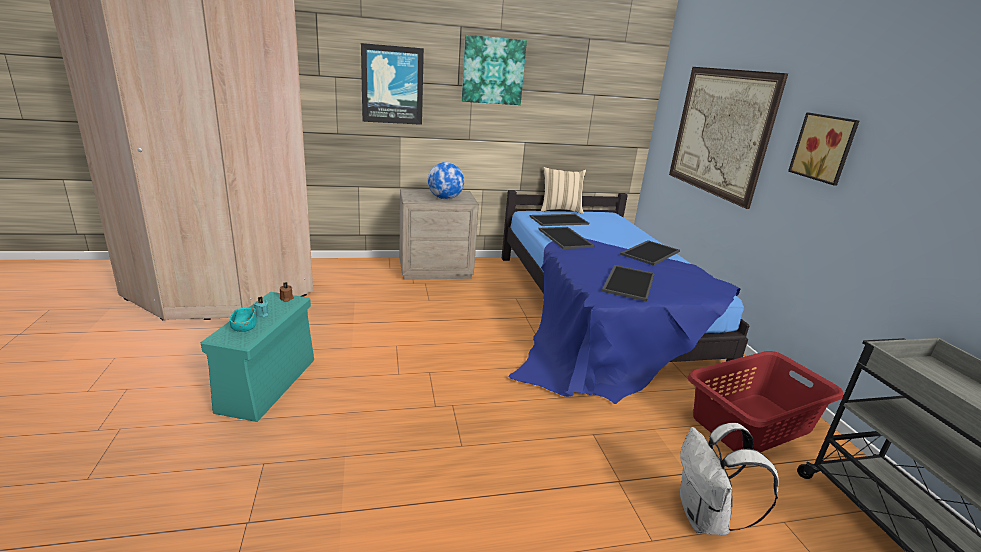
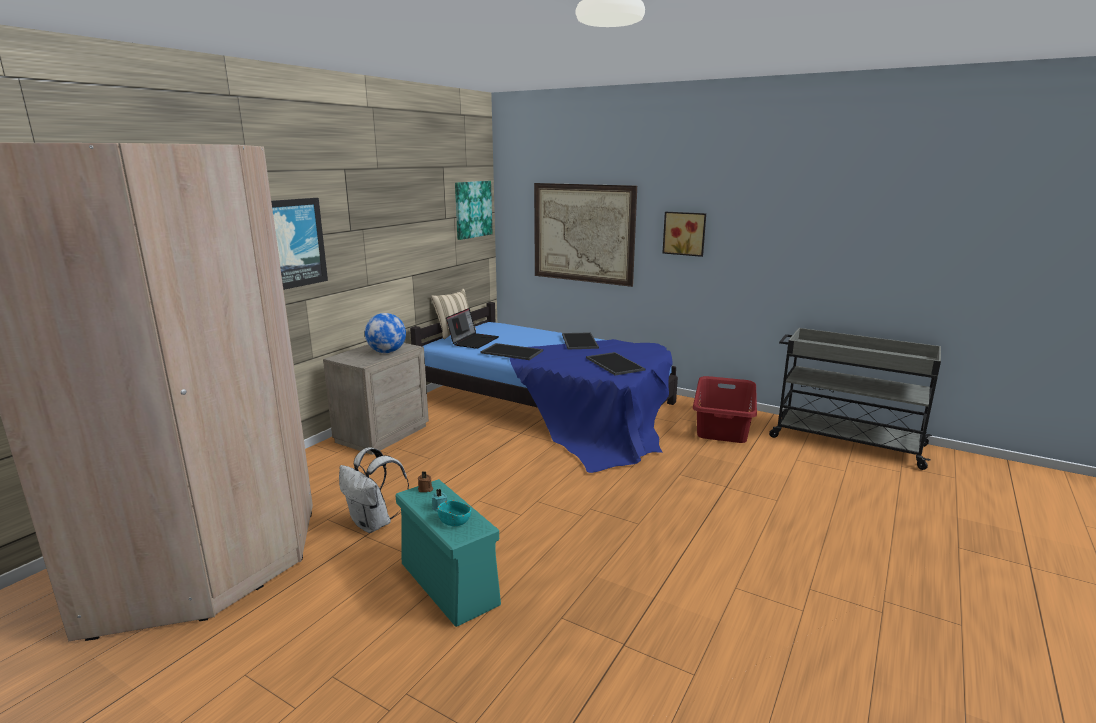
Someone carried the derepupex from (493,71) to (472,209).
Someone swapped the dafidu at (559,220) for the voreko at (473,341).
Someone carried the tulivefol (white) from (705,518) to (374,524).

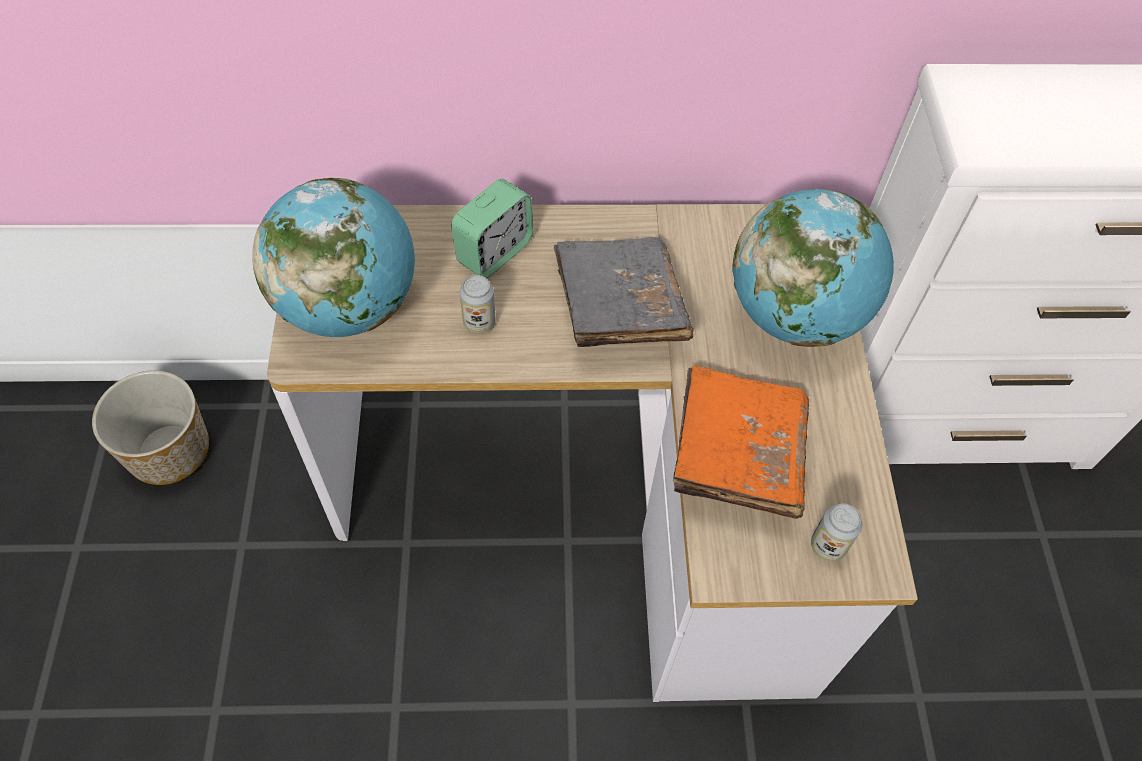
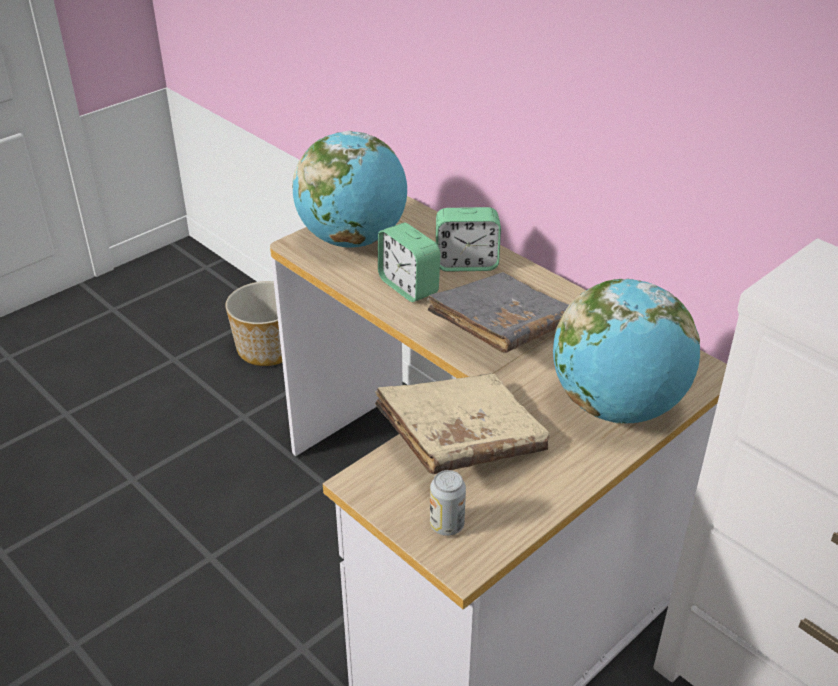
Someone swapped the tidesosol at (479,322) for the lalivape at (408,286).
Someone repainted the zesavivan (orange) at (736,454), which became the zesavivan (beige) at (461,440).

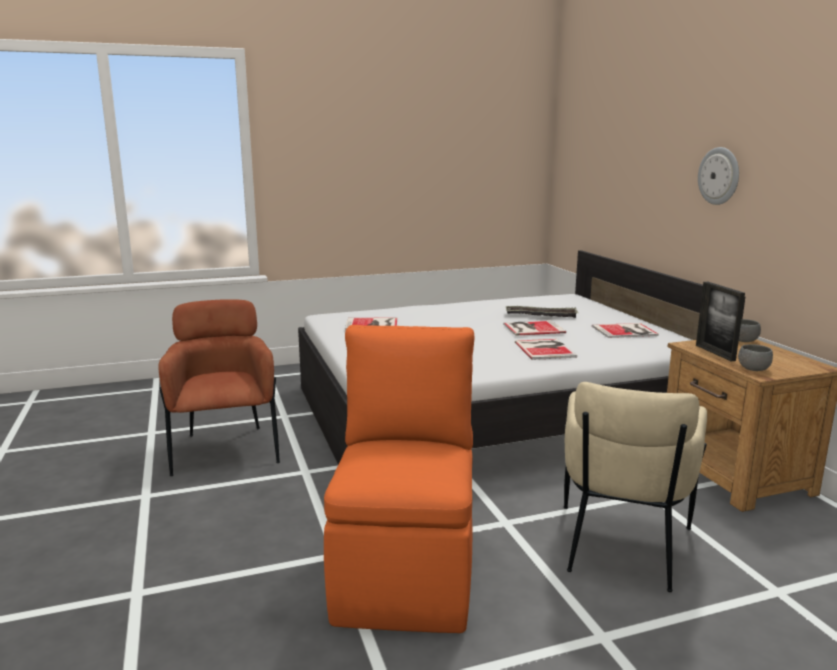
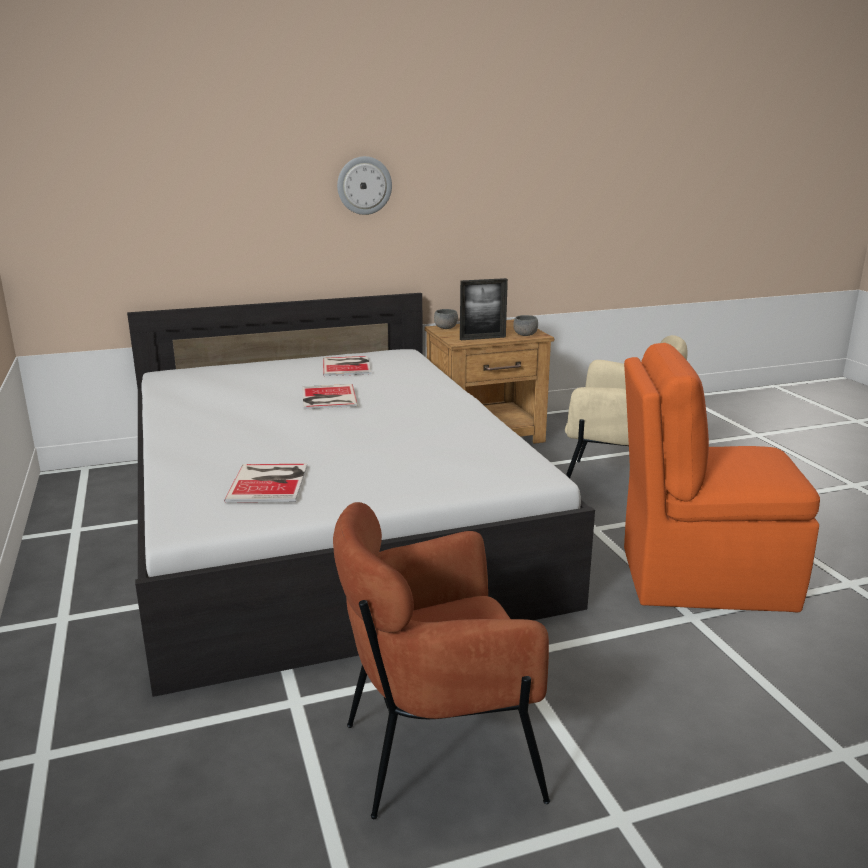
Someone took away the dafidu at (541,315).
Someone took away the zesavivan at (545,349).

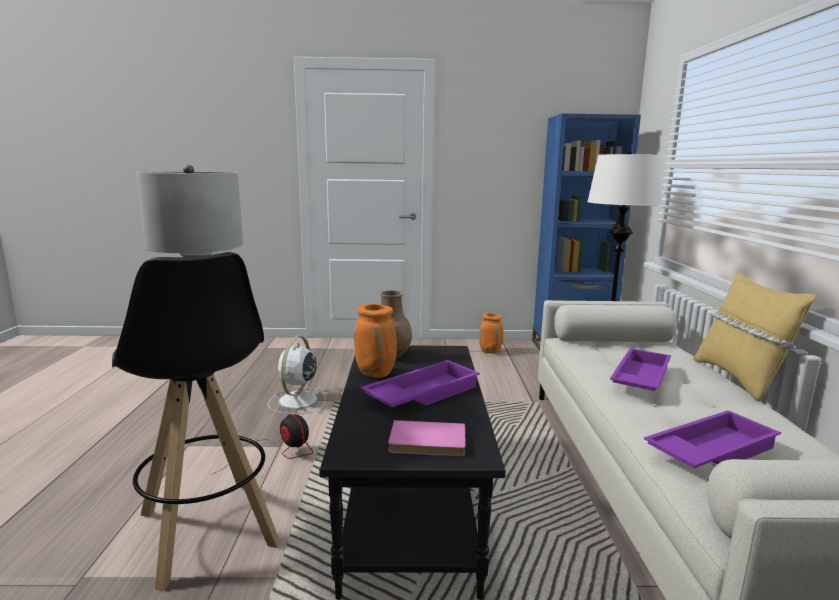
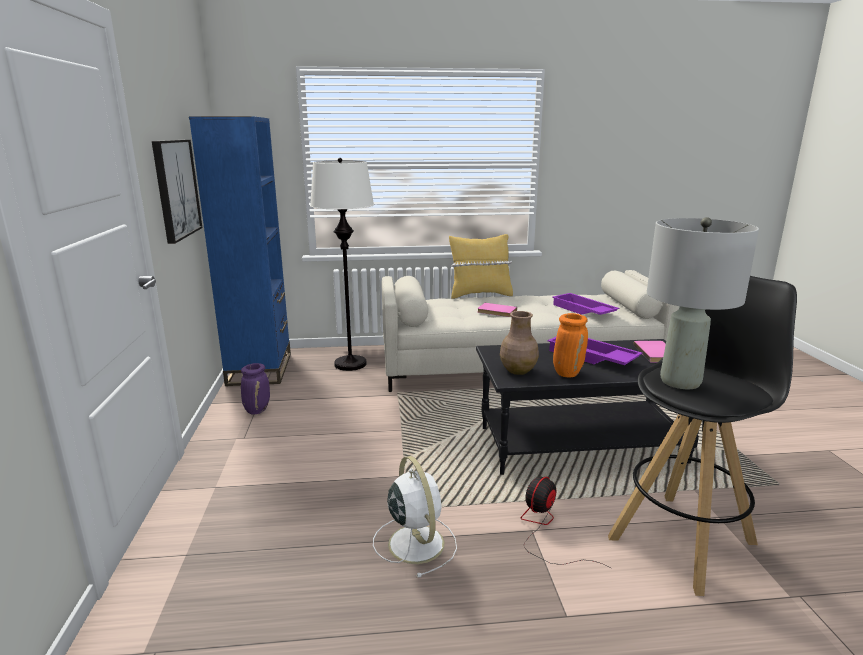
Someone rotated the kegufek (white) at (297,401) by 120 degrees counterclockwise.
Someone repainted the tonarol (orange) at (490,352), which became the tonarol (purple) at (257,410).
Someone swapped the dafidu (purple) at (639,378) for the zesavivan (pink) at (496,312).
Someone put up the derepupex at (176,189).

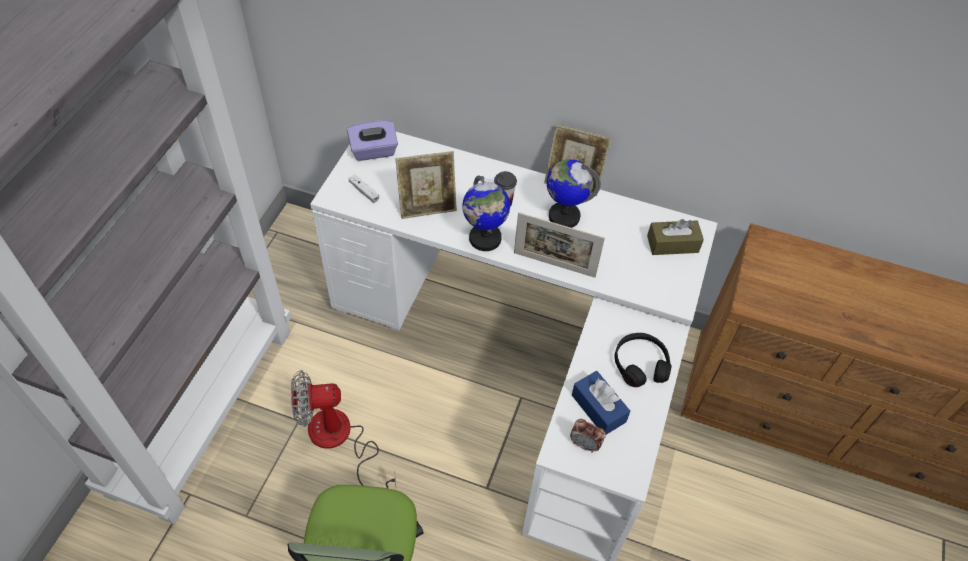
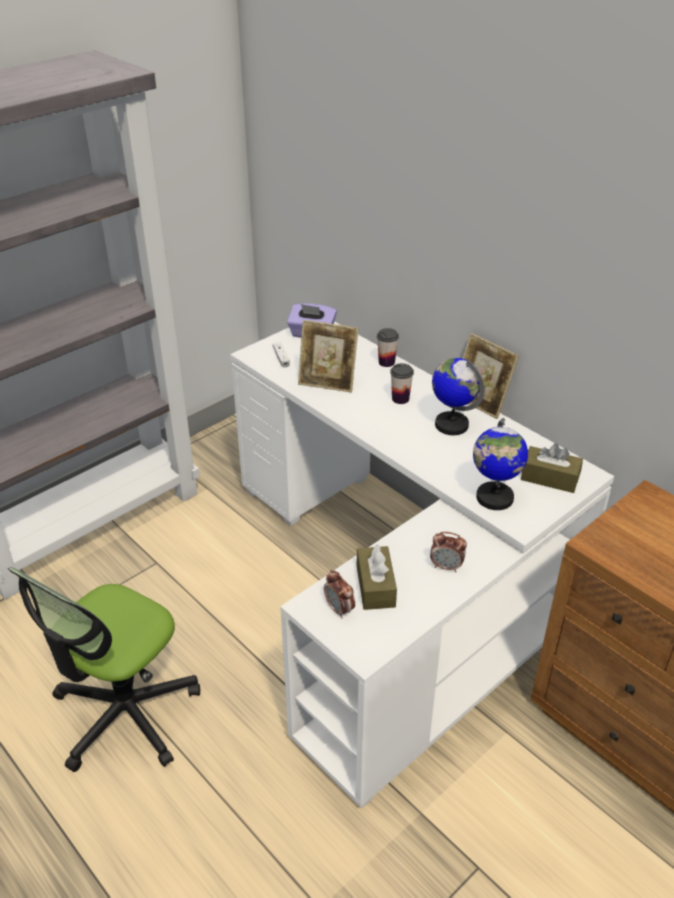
Someone took away the kegufek at (340,440).
Someone carried the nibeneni from (485,239) to (494,498).
Someone took away the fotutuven at (554,265).
Someone repainted the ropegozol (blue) at (598,408), which became the ropegozol (brown) at (375,586).
Someone swapped the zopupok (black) at (640,364) for the lalivape at (446,566).
Someone put down the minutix at (386,362).

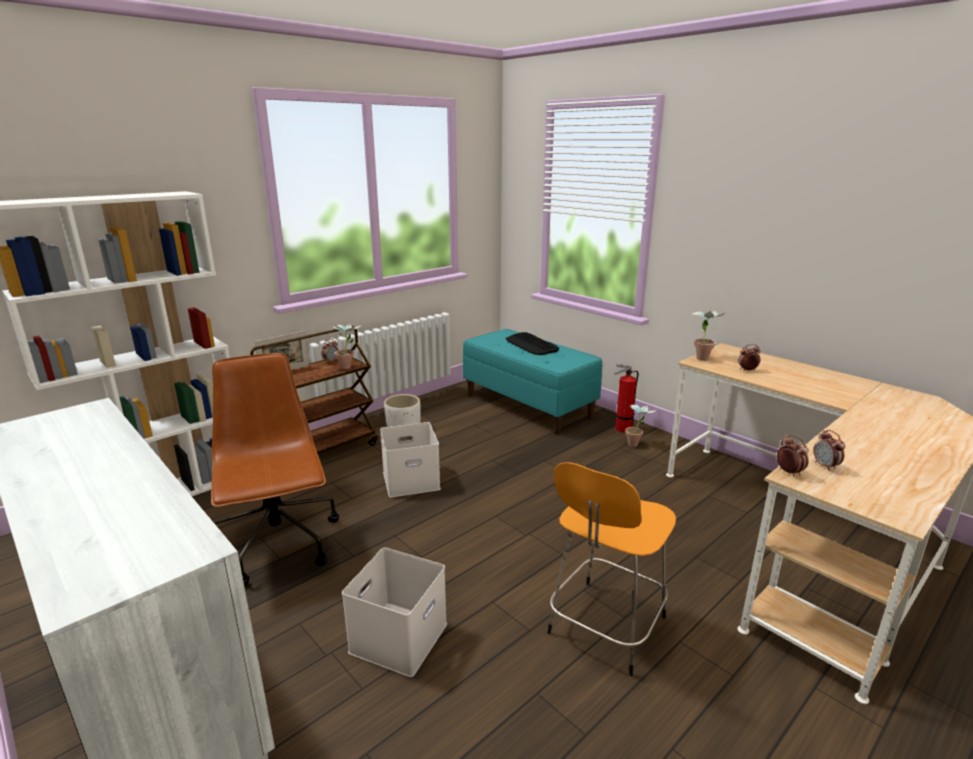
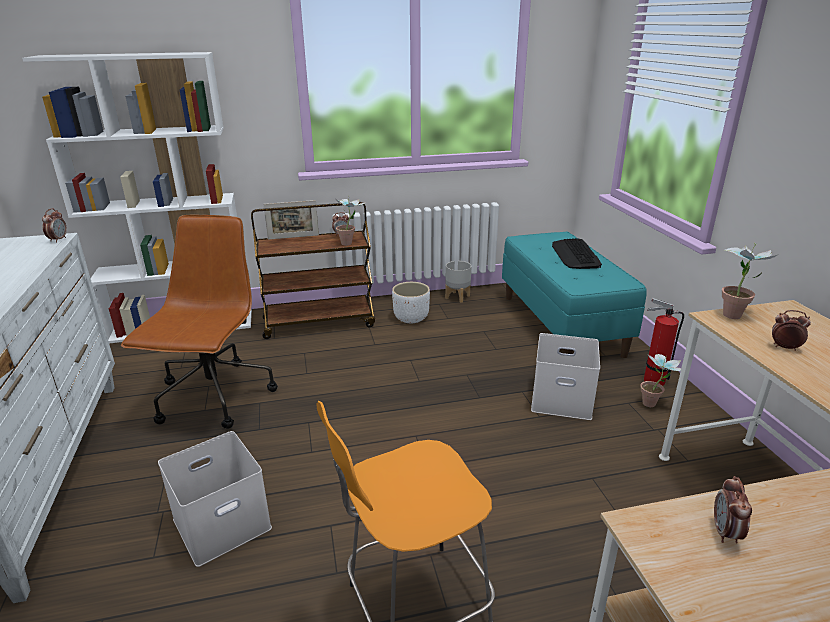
Someone carried the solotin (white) from (412,479) to (563,398).
Someone carried the lalivape from (789,472) to (58,240).
Someone put down the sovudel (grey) at (457,297).

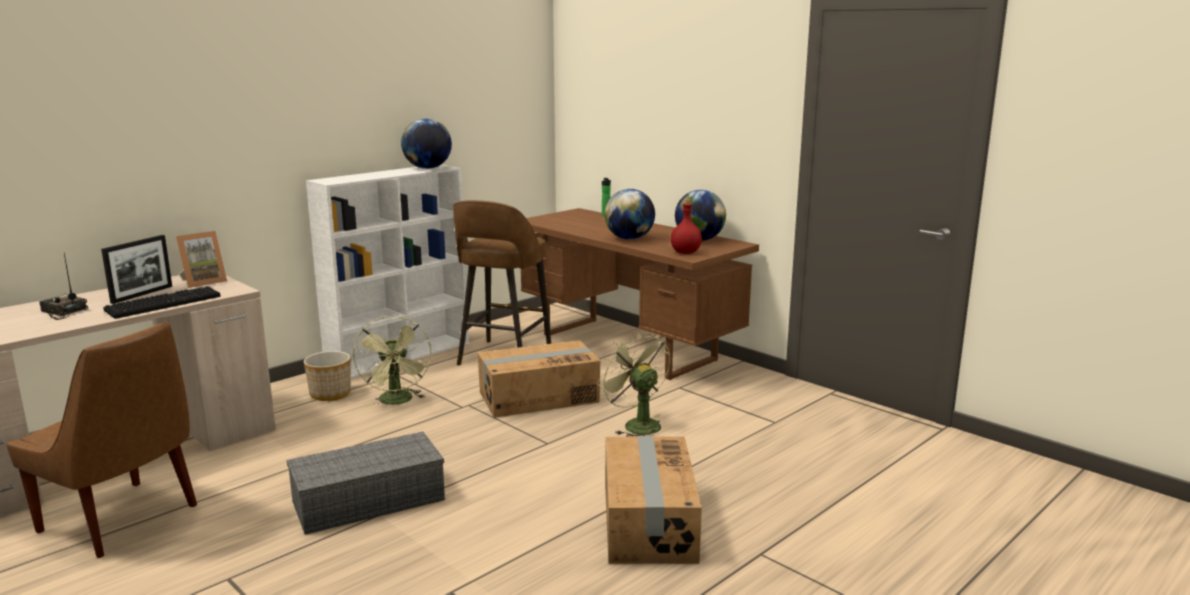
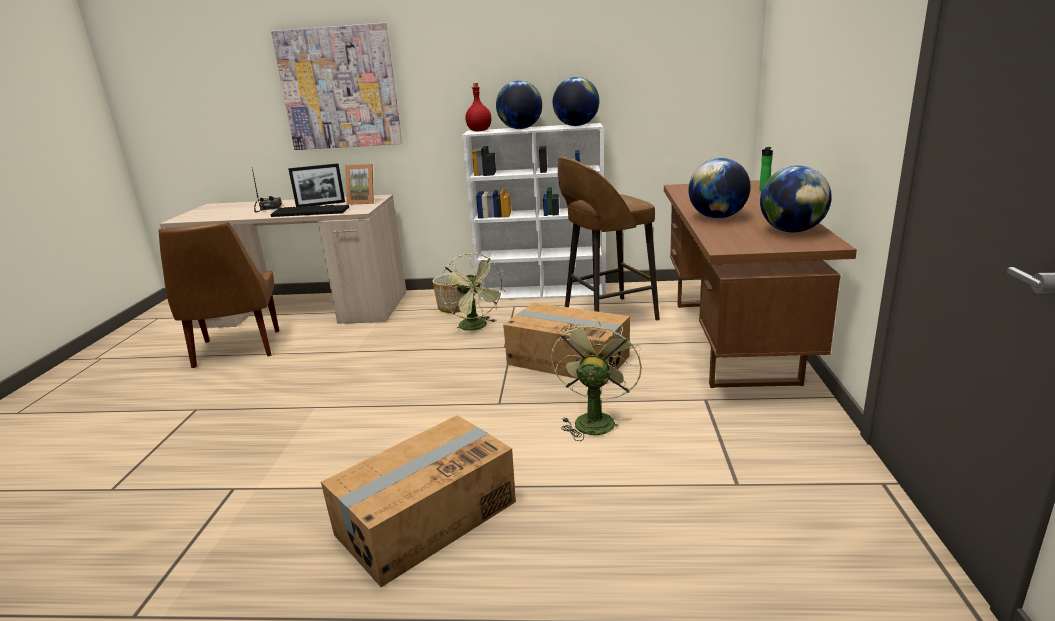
Someone took away the solotin (grey) at (370,499).
Someone rotated the kegufek (green) at (397,401) by 60 degrees counterclockwise.
Someone carried the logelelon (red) from (686,252) to (479,131).
Someone put up the derepupex at (339,88).
Someone put down the nibeneni at (520,129).

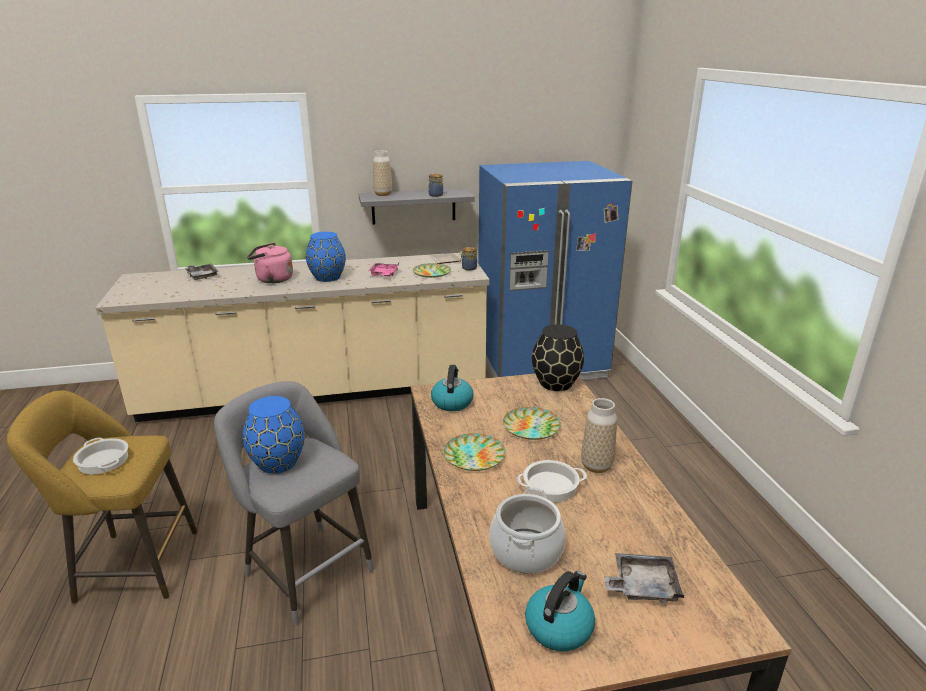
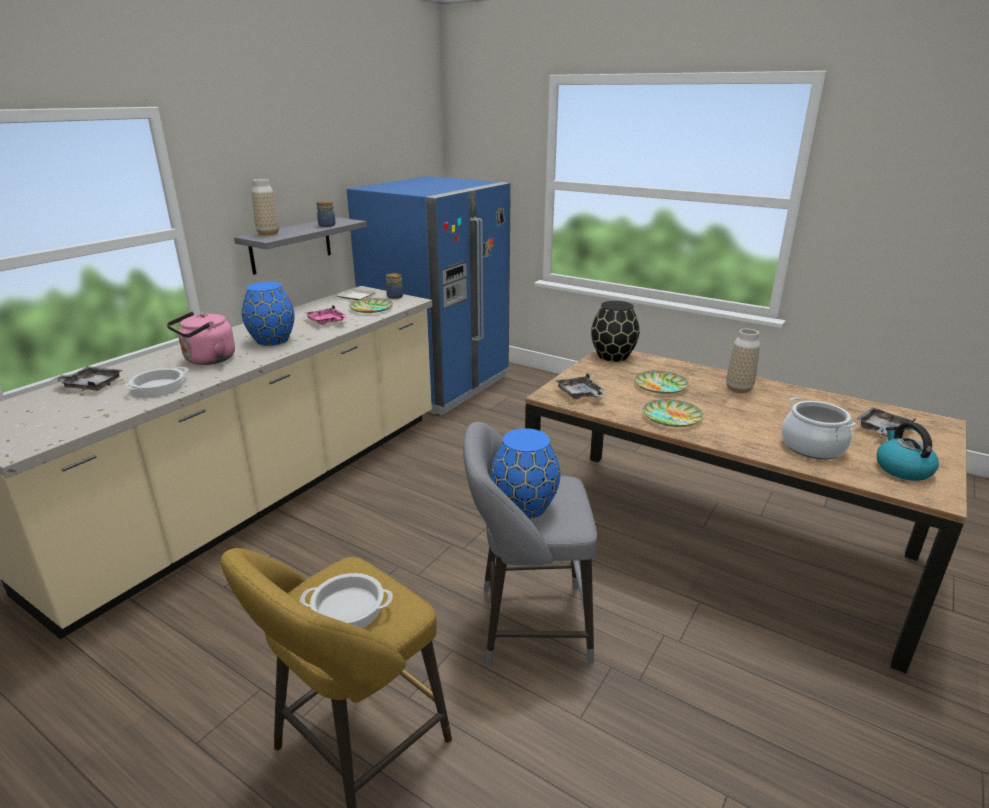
Someone swapped the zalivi at (452,402) for the dafidu (grey) at (580,394).
Someone carried the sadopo from (550,486) to (159,387).

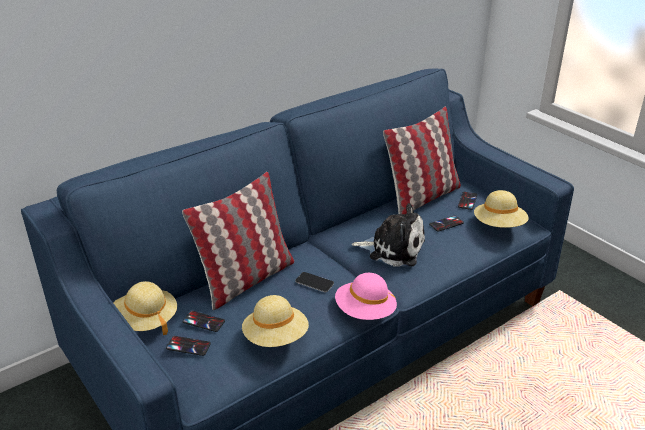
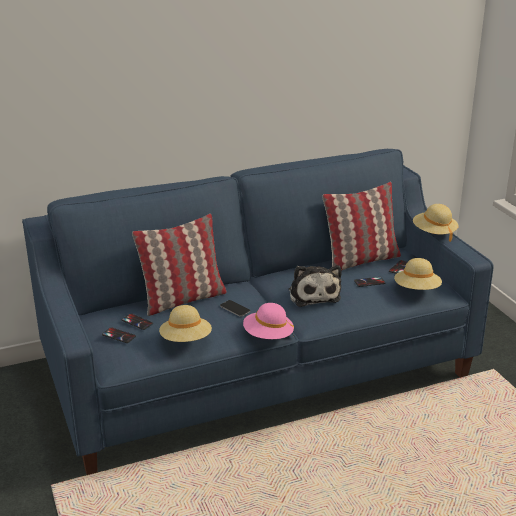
Someone carried the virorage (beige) from (146,320) to (434,233).
Someone rotated the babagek at (393,248) by 45 degrees clockwise.

